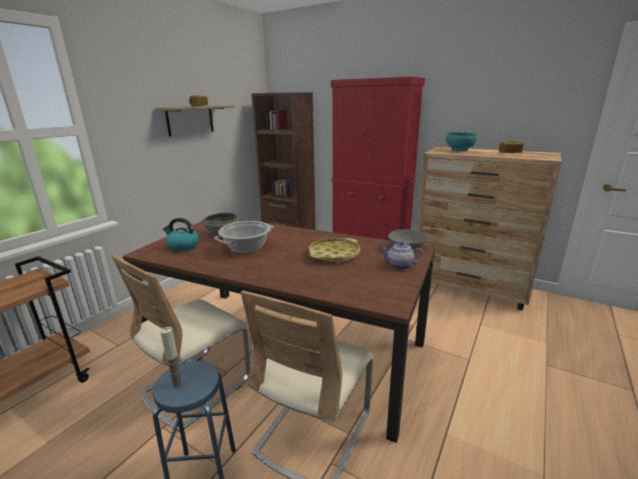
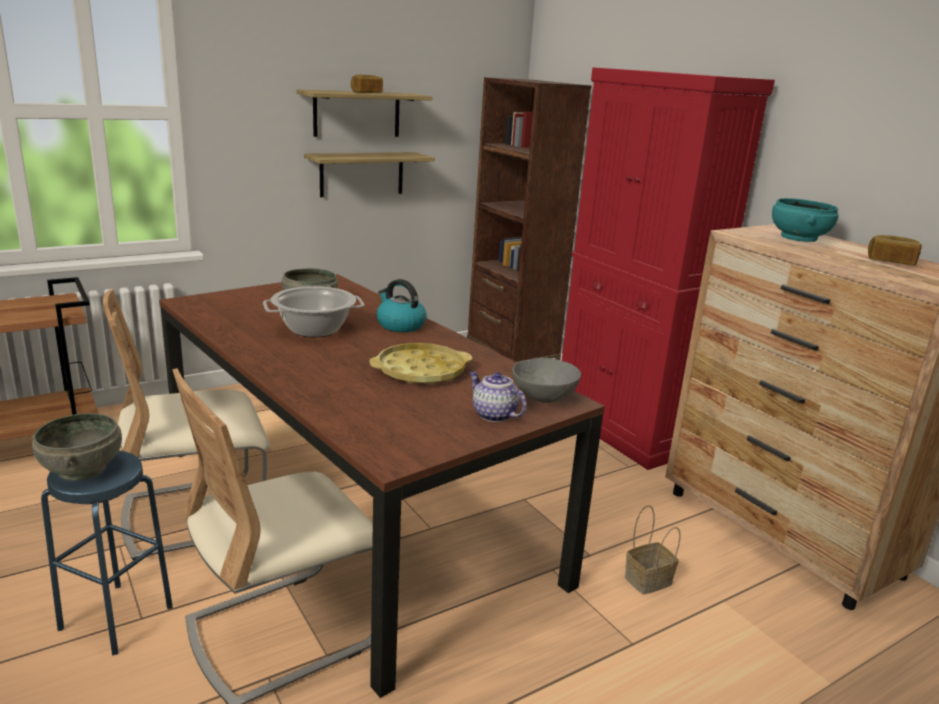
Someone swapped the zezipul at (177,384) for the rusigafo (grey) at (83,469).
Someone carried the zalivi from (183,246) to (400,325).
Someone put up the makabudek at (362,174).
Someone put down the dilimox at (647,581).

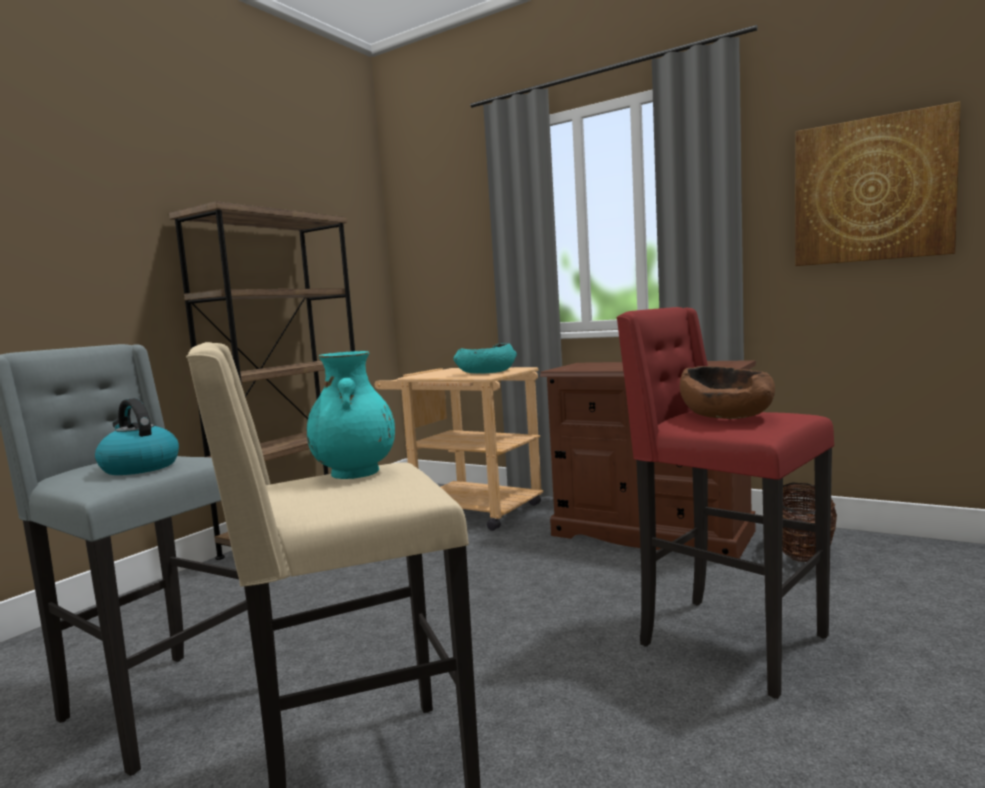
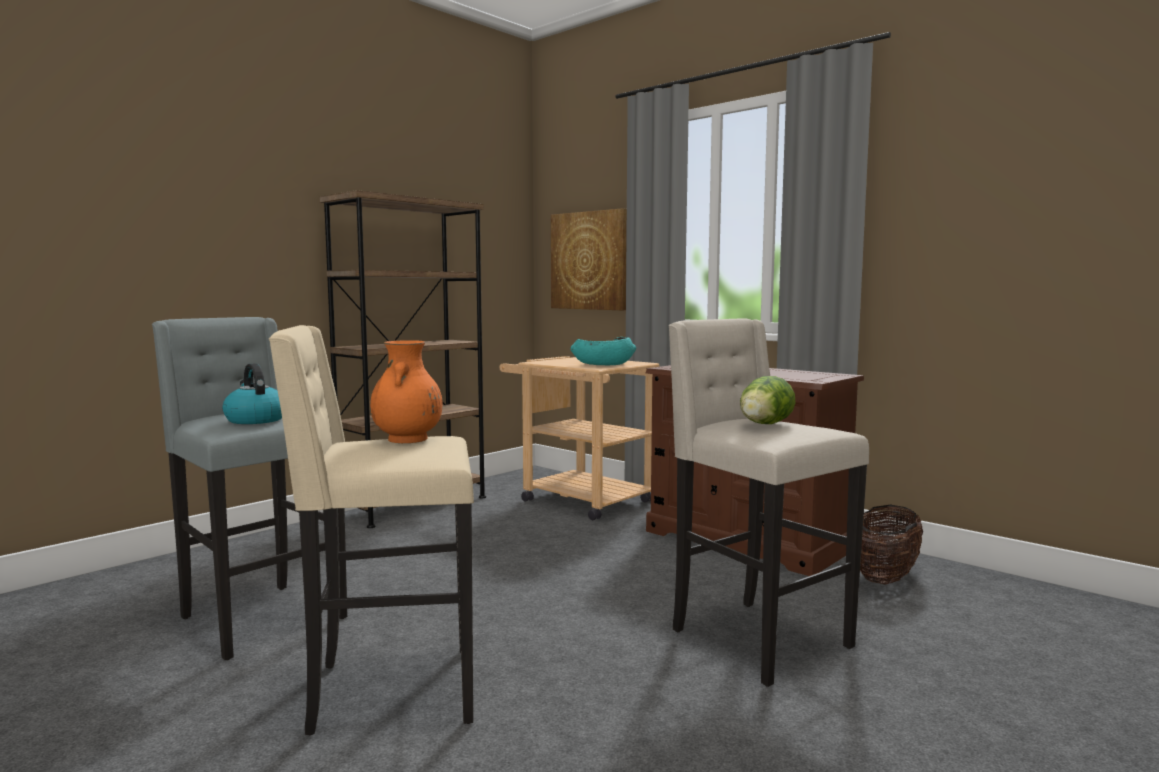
Someone repainted the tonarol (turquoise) at (355,473), which became the tonarol (orange) at (407,439).
Someone repainted the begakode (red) at (728,641), which became the begakode (beige) at (755,639).
Someone swapped the rusigafo (brown) at (726,416) for the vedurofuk at (764,425).
Someone carried the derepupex from (872,190) to (589,261).

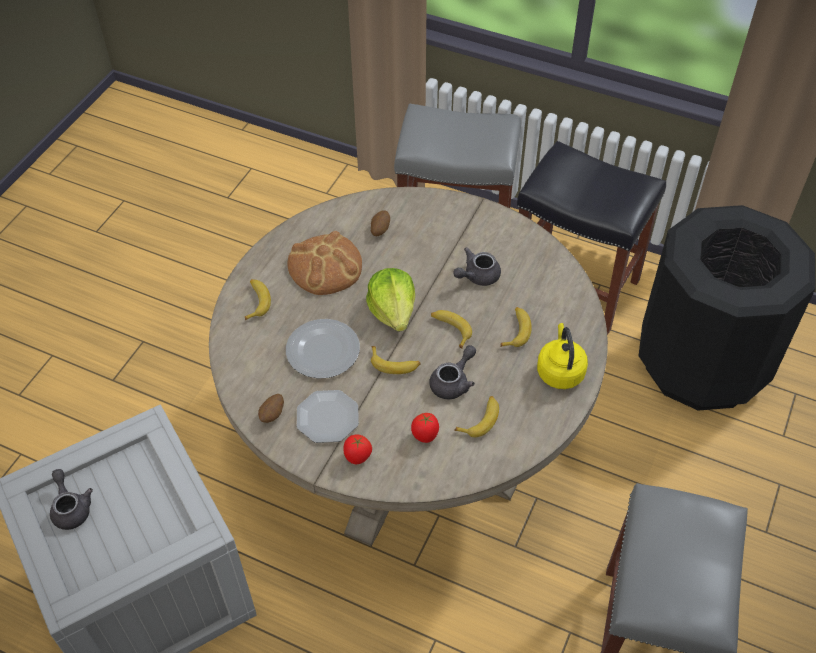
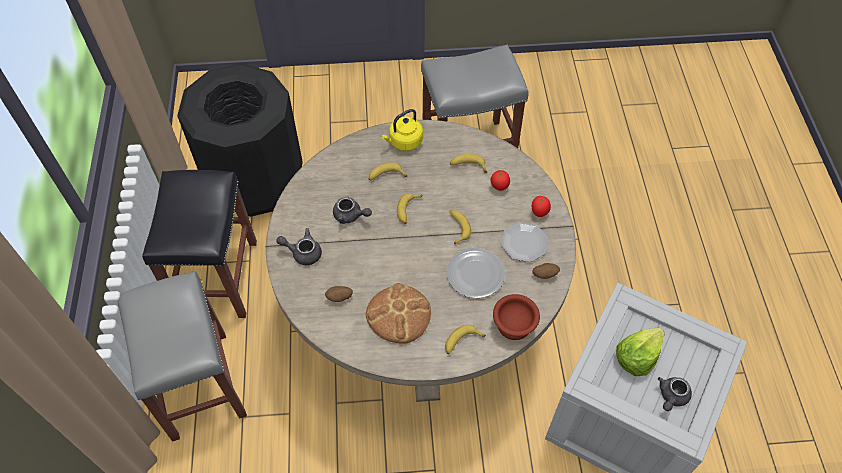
Someone carried the vedurofuk from (393,311) to (636,357).
Someone carried the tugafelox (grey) from (453,382) to (303,252).
Someone put down the rusigafo (brown) at (515,326).

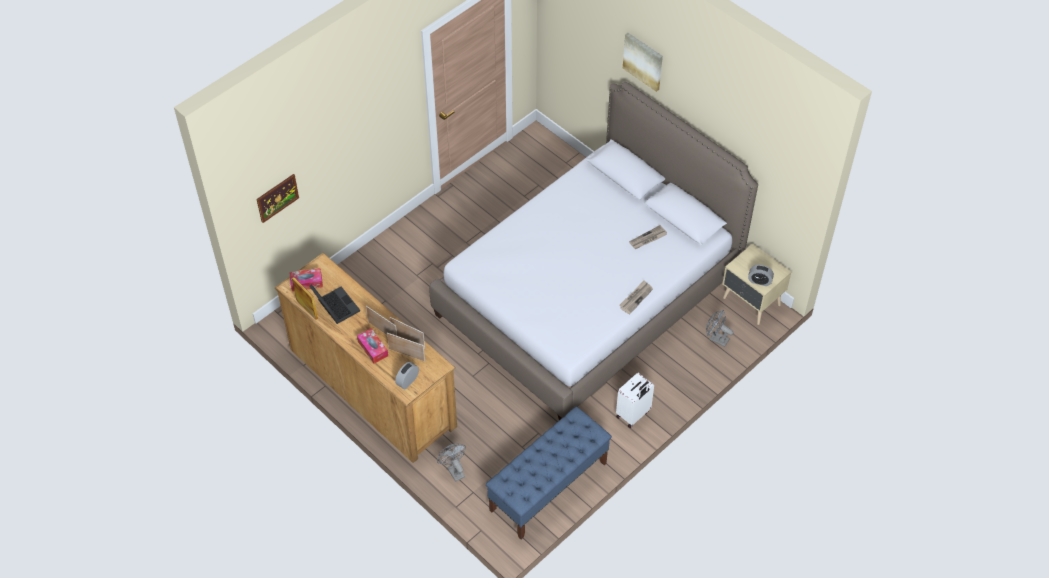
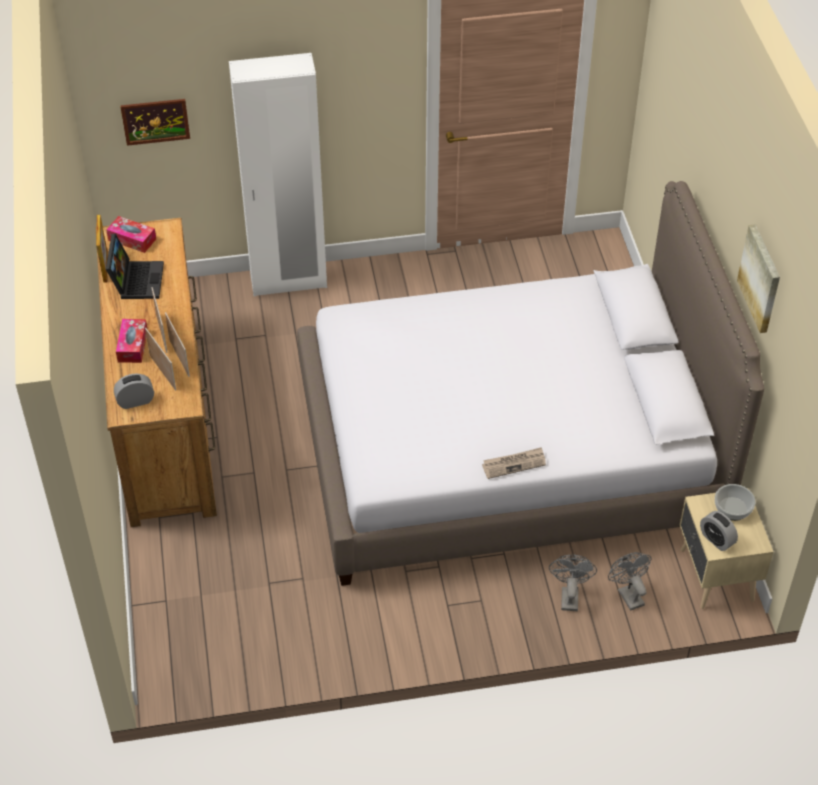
Someone carried the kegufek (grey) from (454,470) to (569,595).
Someone took away the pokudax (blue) at (548,487).
Someone took away the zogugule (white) at (633,414).
Someone carried the derepupex from (643,61) to (761,278).
Someone took away the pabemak at (648,239).
Someone put down the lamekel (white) at (288,282).
Someone put down the rusigafo at (732,508).

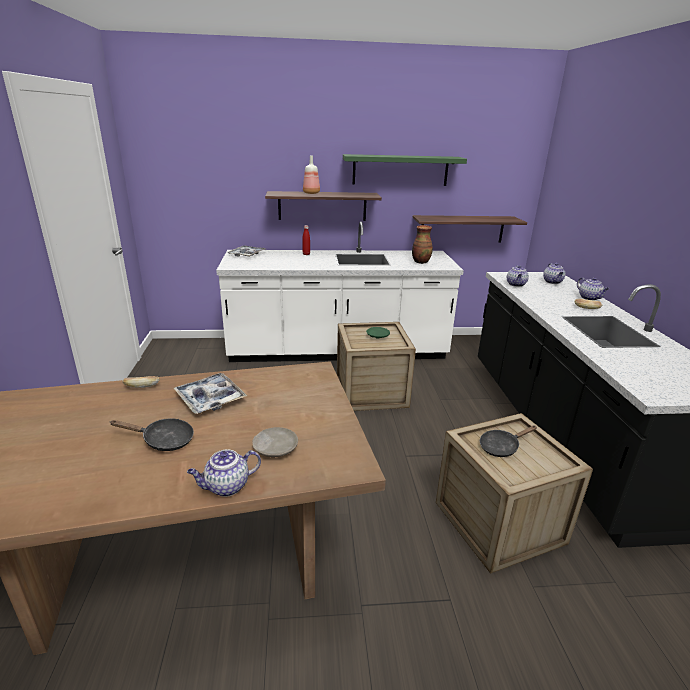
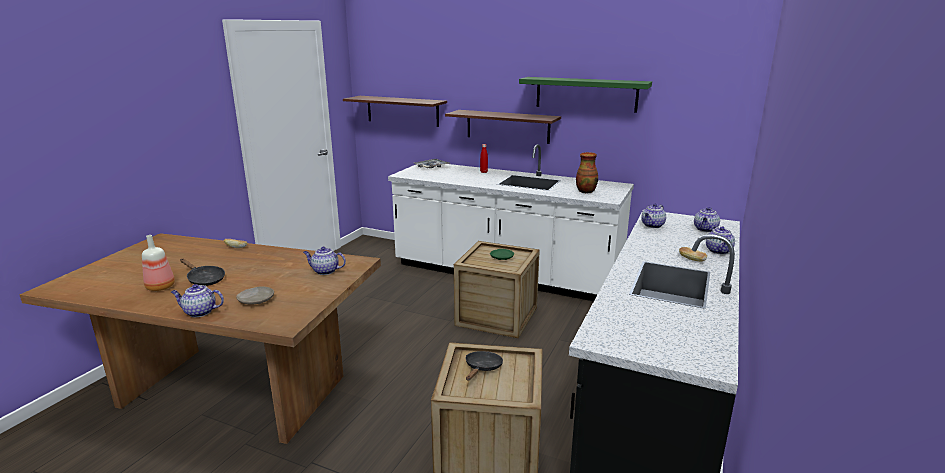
Someone took away the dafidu at (210,399).
Someone carried the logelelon from (311,193) to (161,287).
Someone carried the makabudek from (462,229) to (402,111).
Someone rotated the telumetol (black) at (501,447) by 105 degrees clockwise.
Someone put down the tugafelox at (325,271).

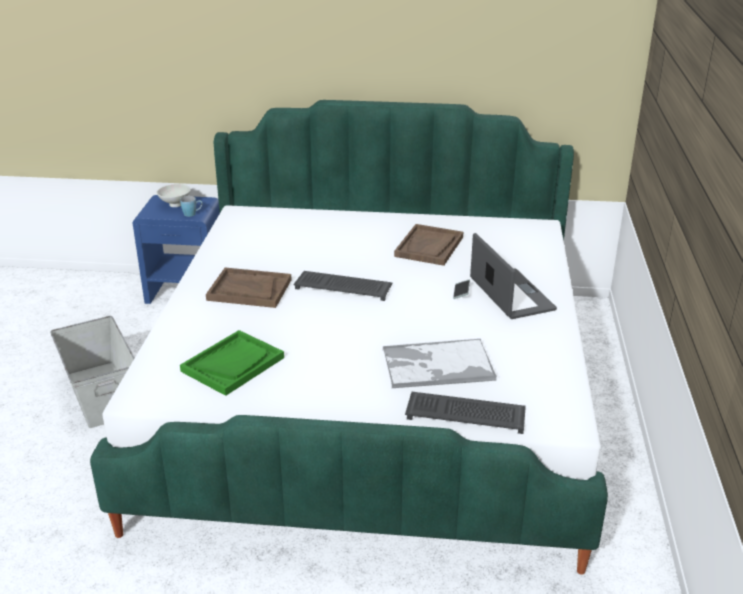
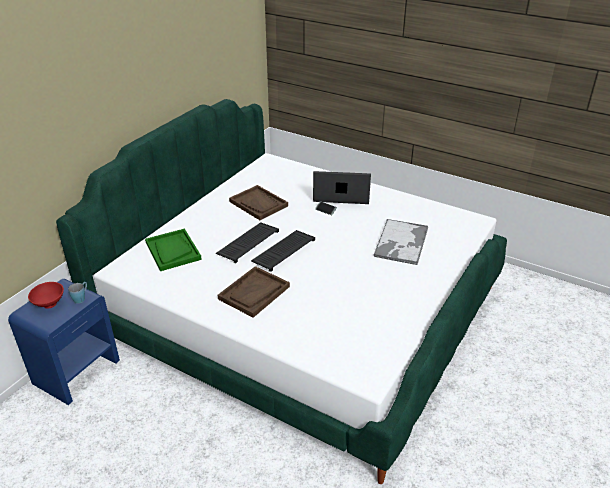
Someone took away the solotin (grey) at (102,393).
Someone repainted the rusigafo (white) at (175,205), which became the rusigafo (red) at (50,305).
Someone carried the dafidu (green) from (233,364) to (173,251).
Someone carried the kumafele from (467,413) to (248,242).

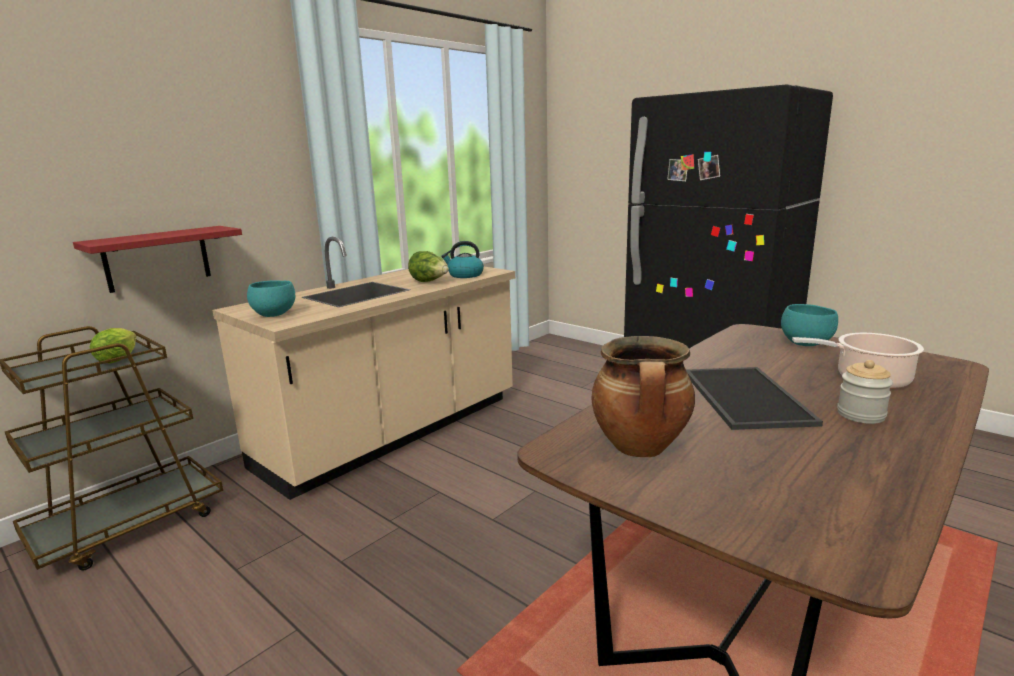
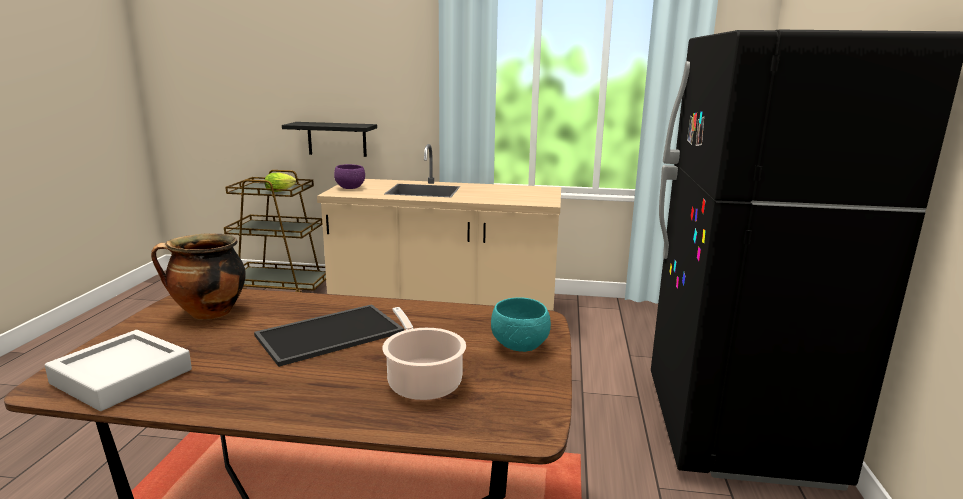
Someone repainted the makabudek (red) at (157,258), which became the makabudek (black) at (337,139).
Someone repainted the rusigafo (turquoise) at (274,314), which became the rusigafo (purple) at (351,188).
Someone took away the vedurofuk at (429,282).
Someone took away the zalivi at (465,275).
Someone took away the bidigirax at (860,415).
Someone put down the dafidu (grey) at (122,377).

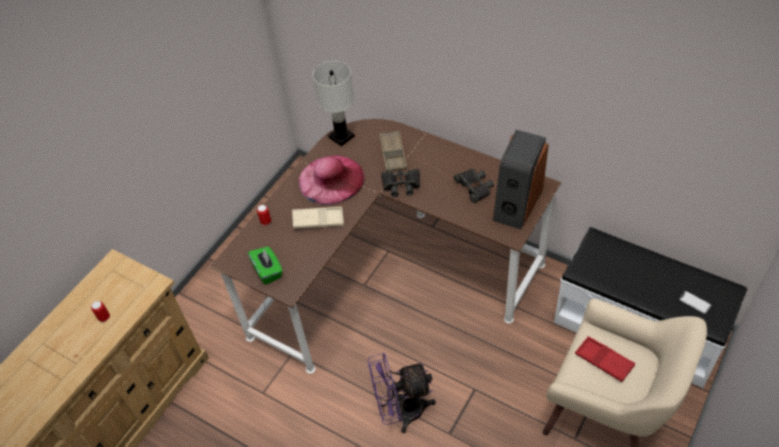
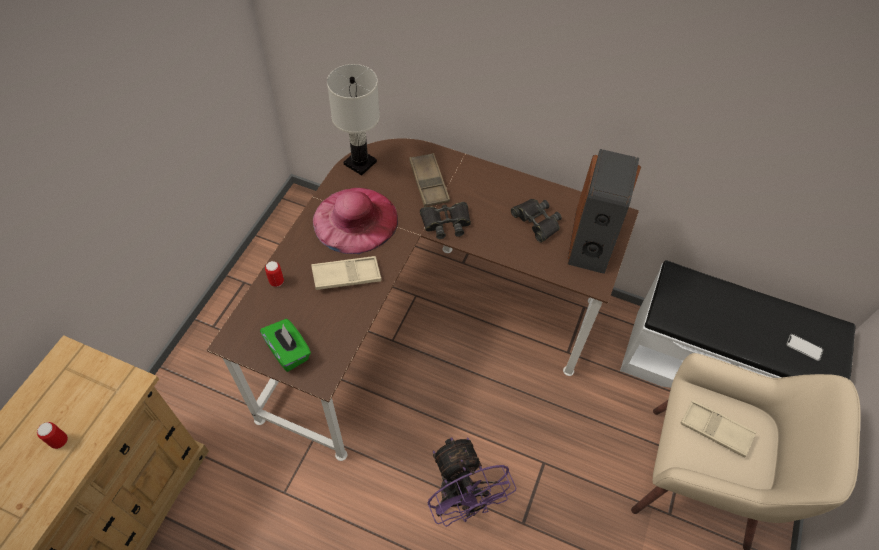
Someone rotated the kegufek (purple) at (401,411) by 90 degrees counterclockwise.
Someone repainted the dafidu (red) at (604,361), which became the dafidu (beige) at (715,430).

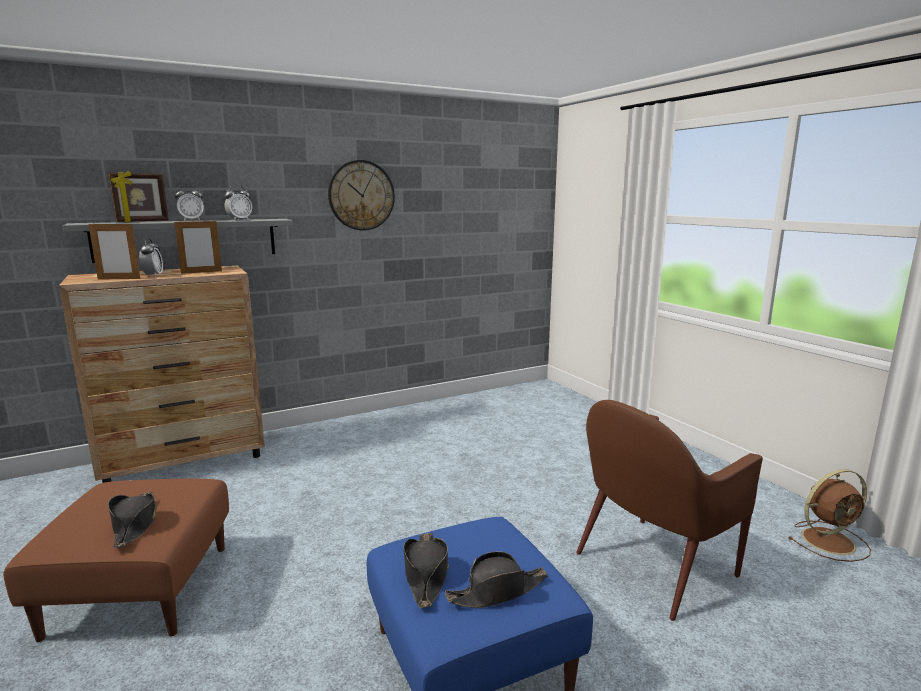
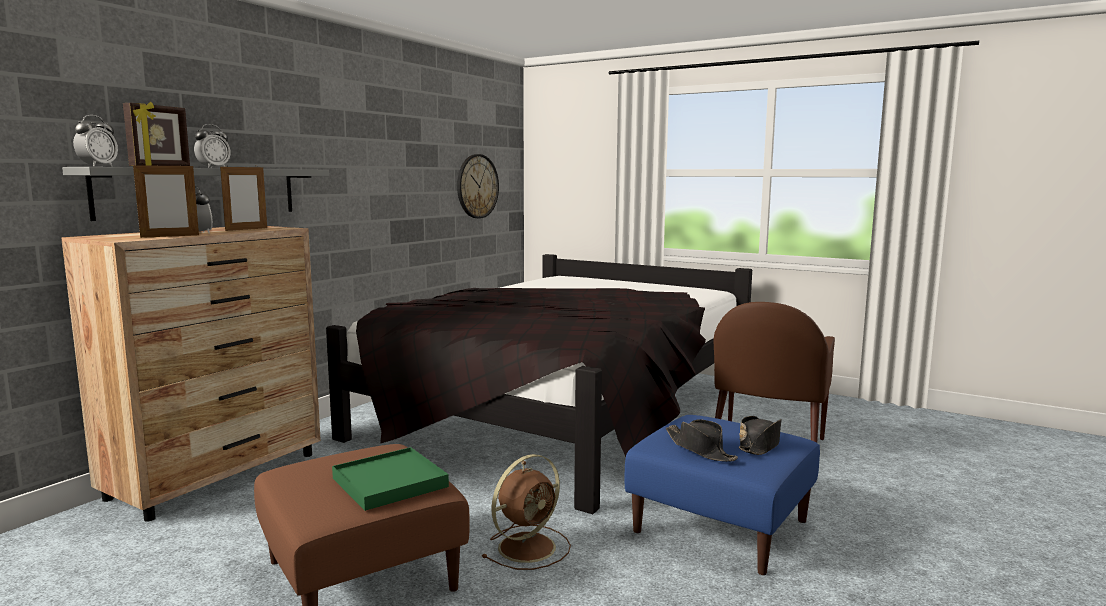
Someone swapped the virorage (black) at (135,524) for the dafidu (green) at (389,483).
Someone carried the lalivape from (239,220) to (98,166).
Someone carried the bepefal from (361,195) to (477,186).
Someone carried the kegufek (brown) from (829,540) to (529,546).
Someone put down the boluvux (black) at (562,411).

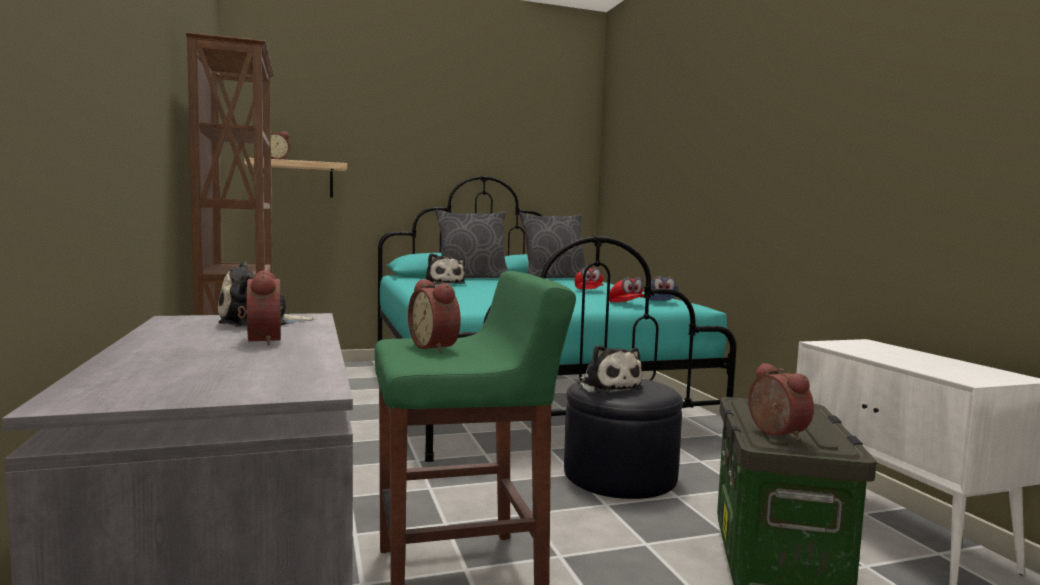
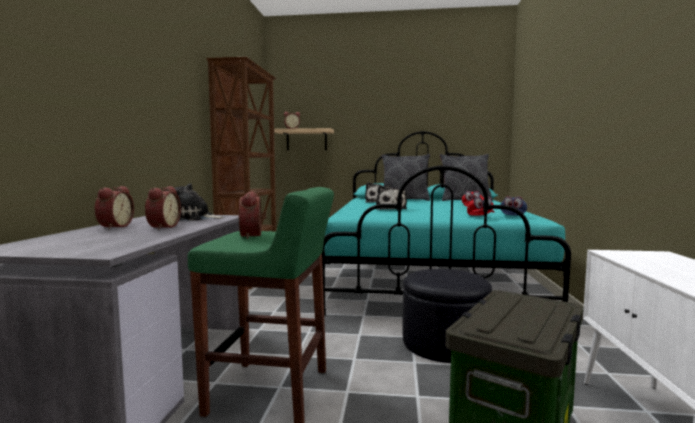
Someone carried the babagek from (608,387) to (390,209).
Someone carried the lalivape from (774,433) to (113,227).

